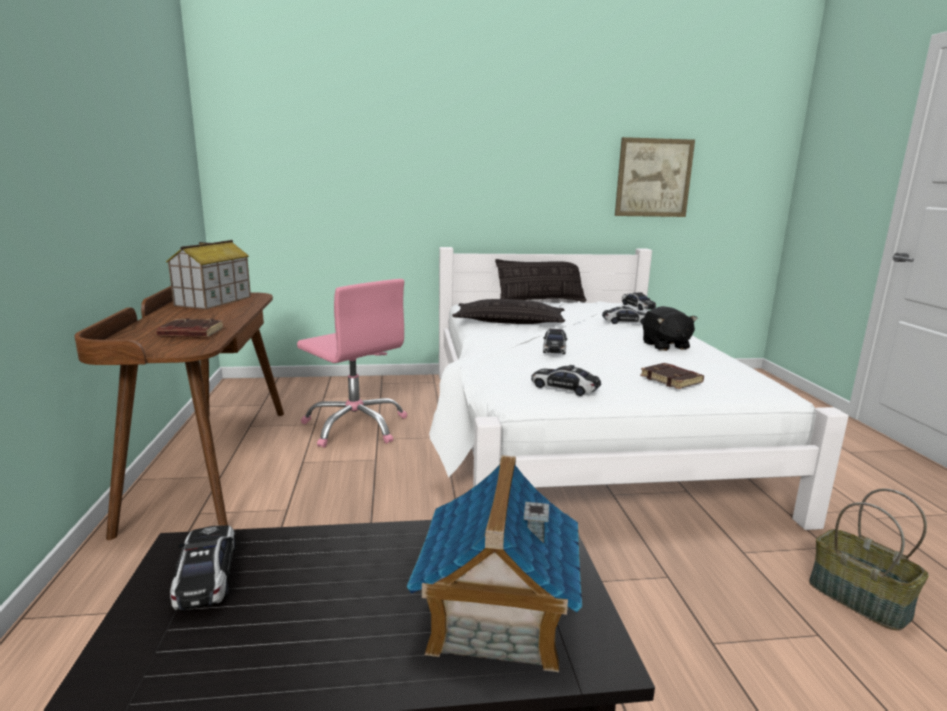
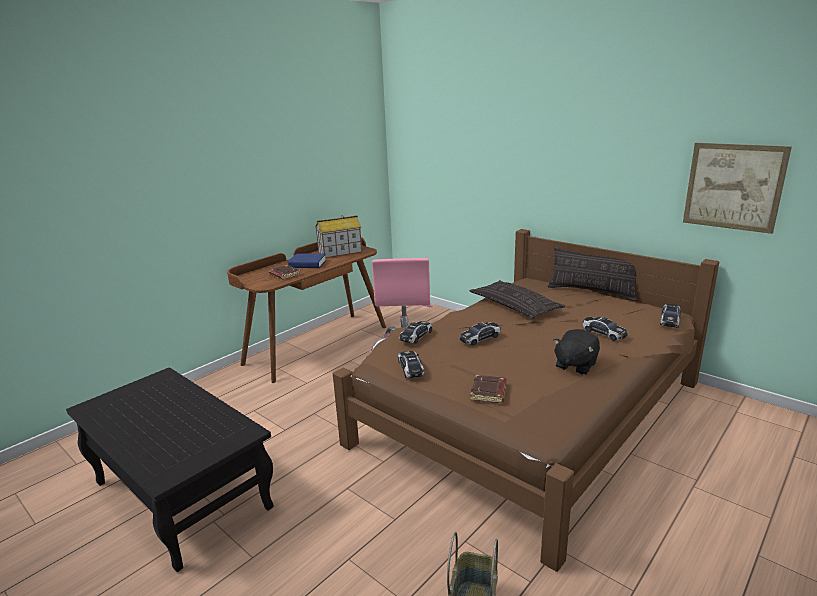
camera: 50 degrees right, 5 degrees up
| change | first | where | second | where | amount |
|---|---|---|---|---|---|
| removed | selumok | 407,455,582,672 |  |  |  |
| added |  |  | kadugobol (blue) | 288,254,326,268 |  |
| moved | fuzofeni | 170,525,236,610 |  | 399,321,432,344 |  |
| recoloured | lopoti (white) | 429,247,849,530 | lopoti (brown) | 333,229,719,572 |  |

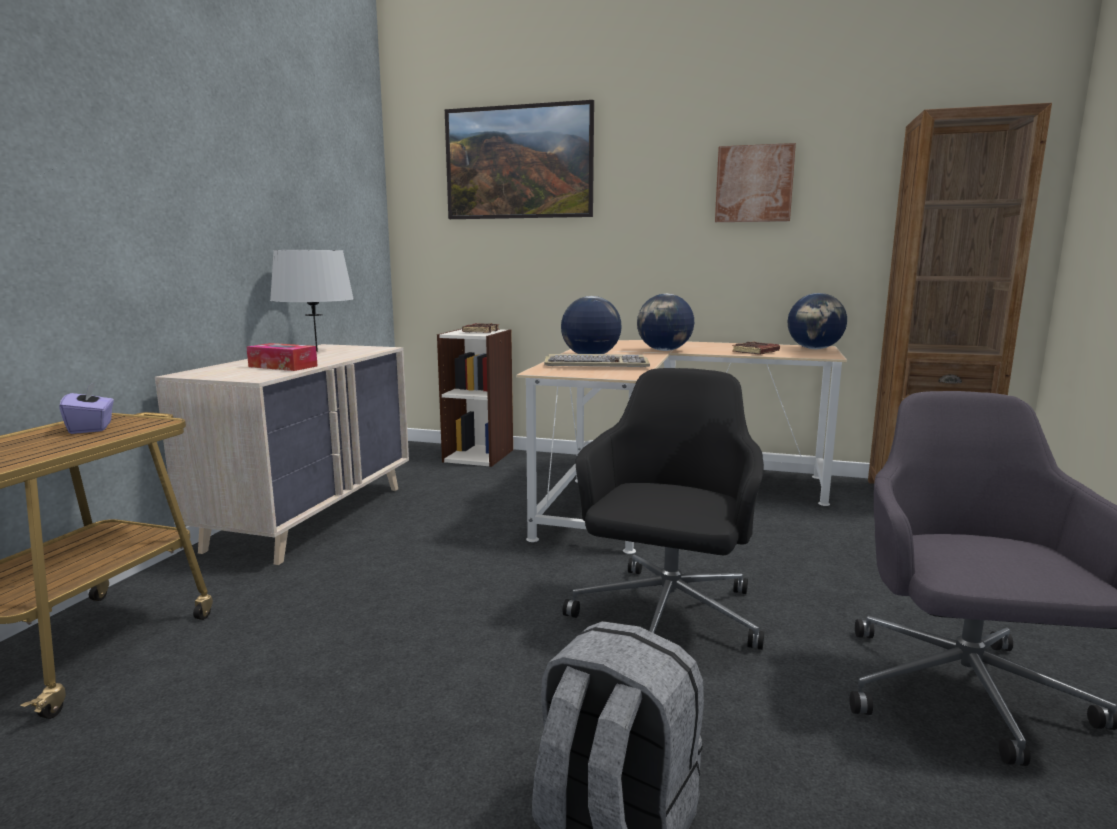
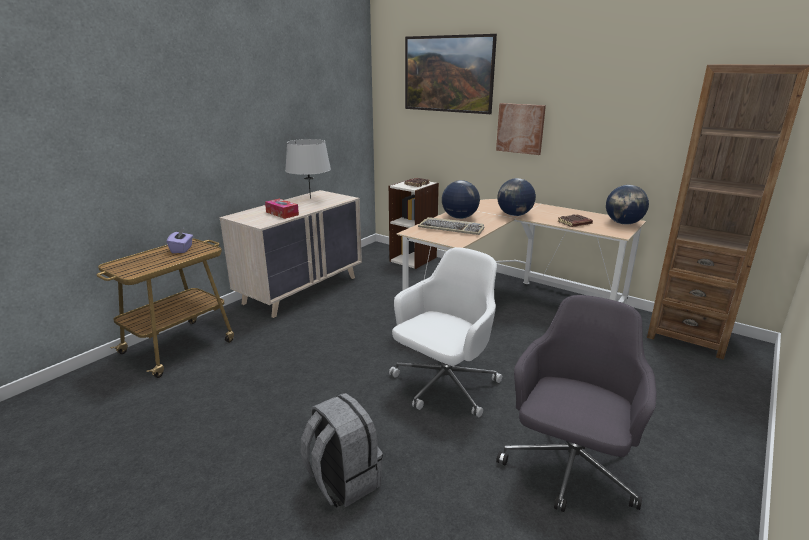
camera: 20 degrees right, 10 degrees up
| change | first | where | second | where | amount |
|---|---|---|---|---|---|
| moved | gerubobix | 715,143,796,222 |  | 496,103,546,155 |  |
| recoloured | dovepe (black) | 563,368,764,650 | dovepe (white) | 389,248,502,417 |  |

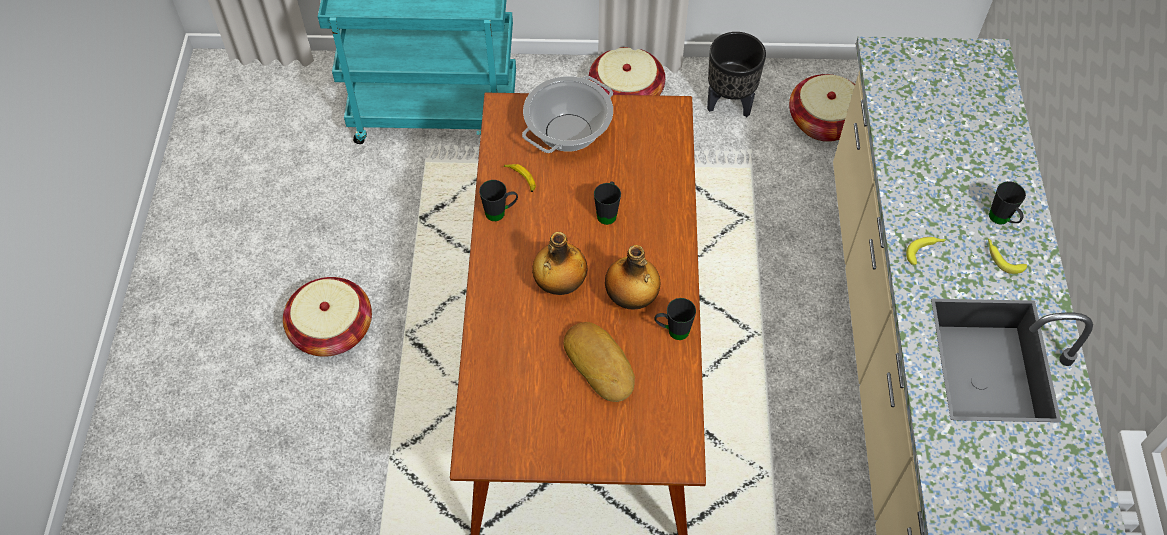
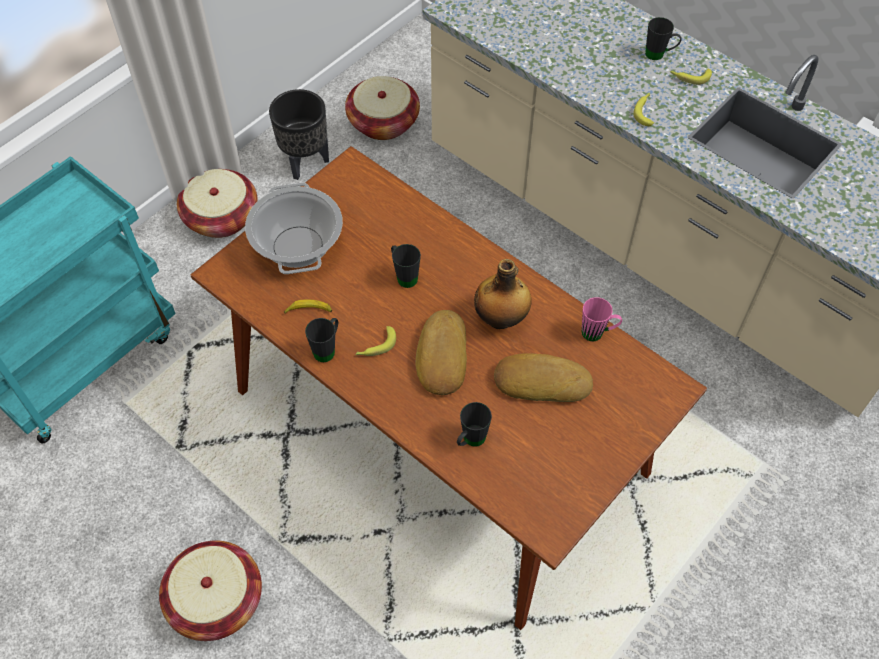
camera: 50 degrees left, 0 degrees up
| change | first | where | second | where | amount |
|---|---|---|---|---|---|
| added |  |  | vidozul | 355,326,396,356 |  |
| added |  |  | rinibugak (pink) | 582,297,622,341 |  |
| moved | rinibugak (black) | 654,298,696,340 |  | 457,402,492,447 |  |
| replaced | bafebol | 532,232,587,295 | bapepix | 416,310,467,395 |  |

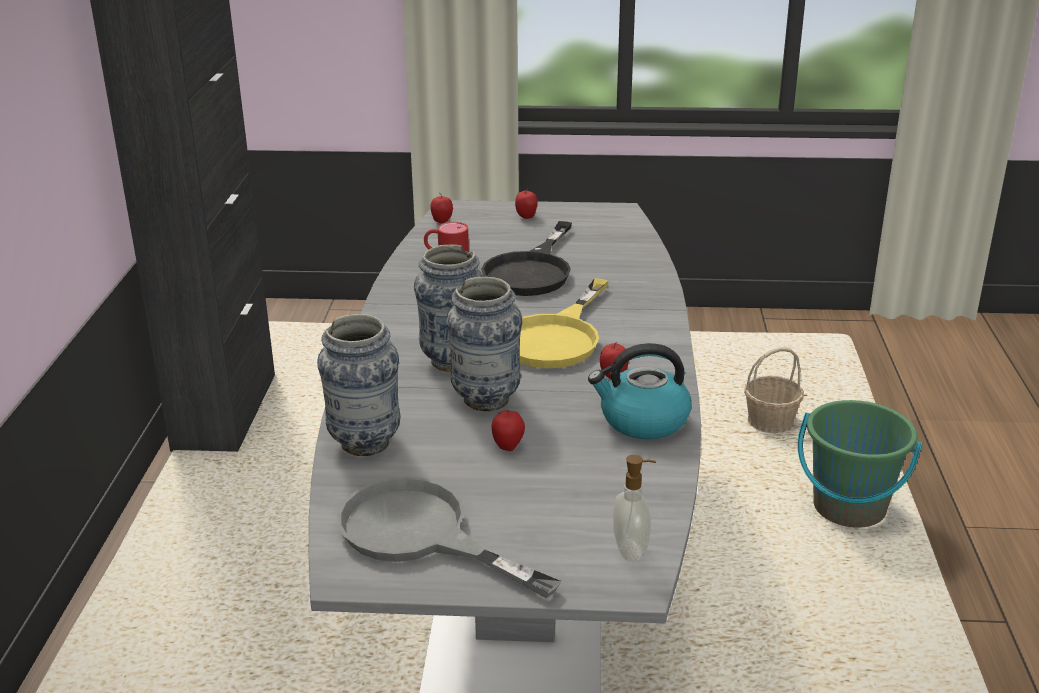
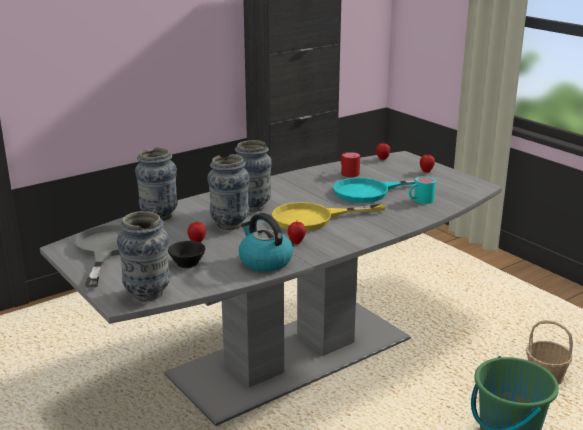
camera: 50 degrees right, 5 degrees down
| change | first | where | second | where | amount |
|---|---|---|---|---|---|
| added |  |  | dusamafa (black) | 168,241,206,268 |  |
| added |  |  | rinibugak (turquoise) | 409,176,436,204 |  |
| replaced | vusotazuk | 613,455,656,562 | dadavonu | 117,211,170,302 |  |
| recoloured | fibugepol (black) | 481,221,572,296 | fibugepol (turquoise) | 333,178,415,203 |  |

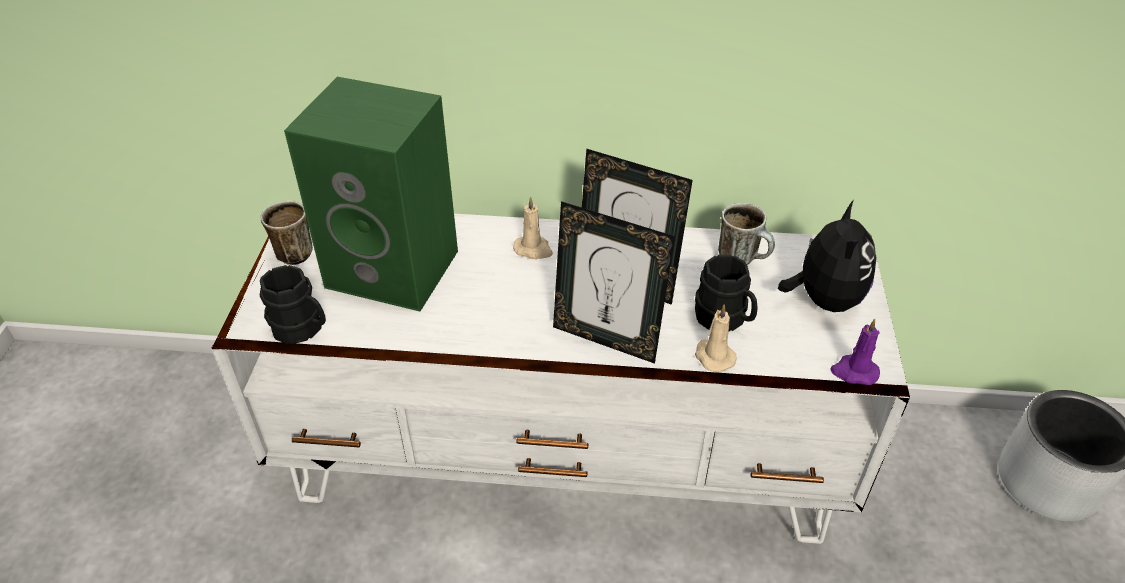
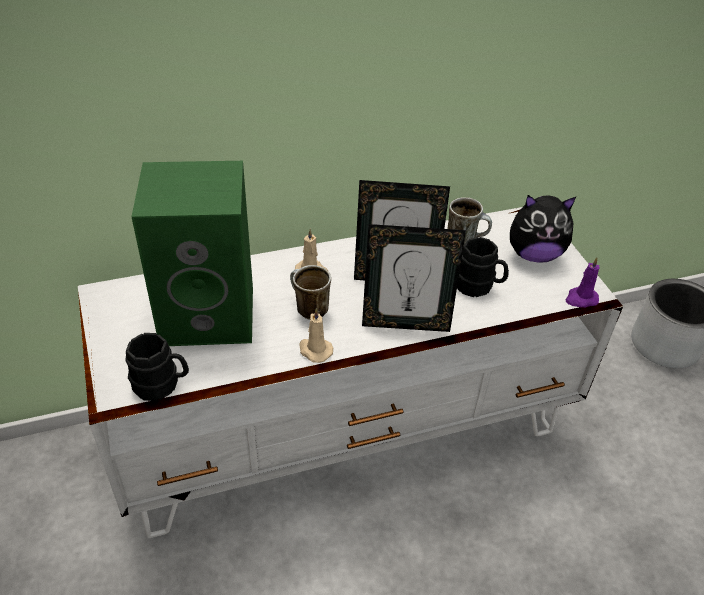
camera: 25 degrees left, 0 degrees up
| change | first | where | second | where | amount |
|---|---|---|---|---|---|
| moved | rinibugak | 260,200,313,265 |  | 290,265,331,320 |  |
| moved | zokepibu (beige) | 695,305,737,372 |  | 299,308,333,363 |  |
| turned | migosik | 778,200,877,312 |  | 510,195,576,263 | 105 degrees clockwise |

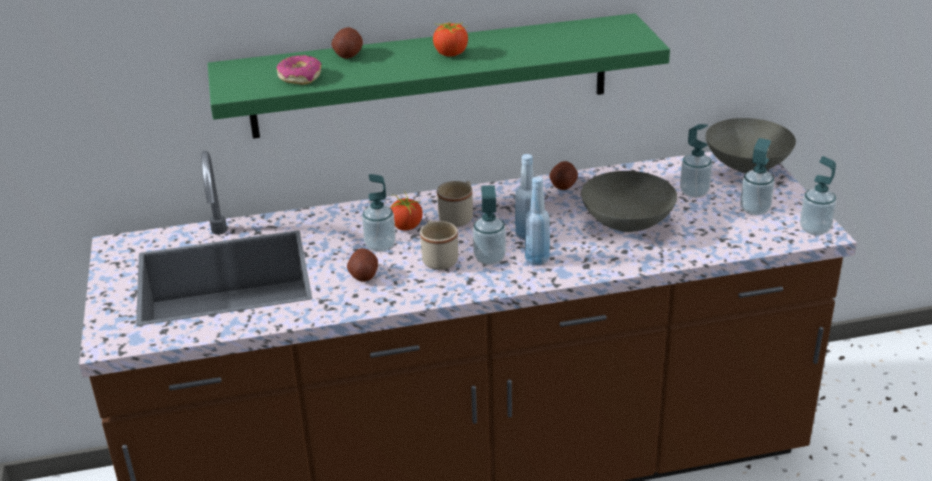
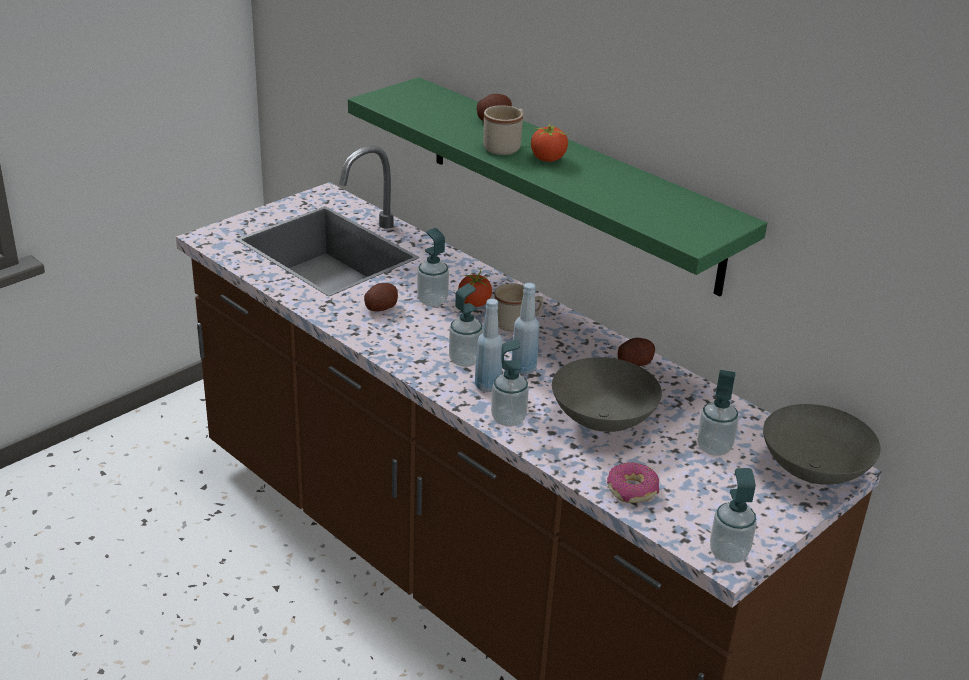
camera: 55 degrees right, 0 degrees up
| change | first | where | second | where | amount |
|---|---|---|---|---|---|
| moved | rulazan | 277,55,321,85 |  | 607,462,659,503 |  |
| moved | rinibugak (beige) | 420,220,458,270 |  | 483,105,524,155 |  |
| moved | vusotazuk | 740,138,775,215 |  | 491,340,529,427 |  |

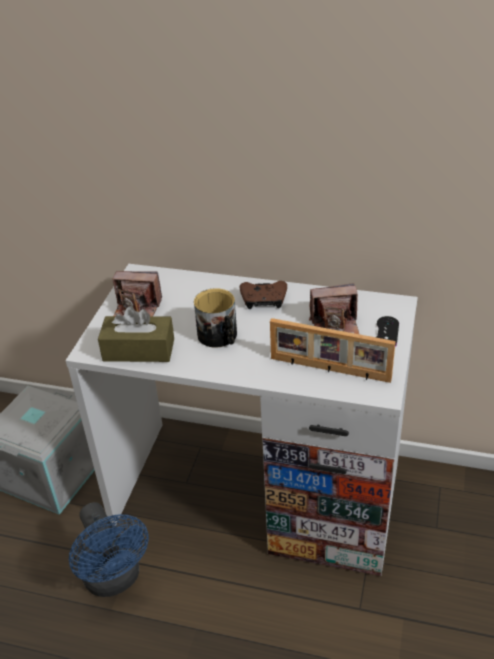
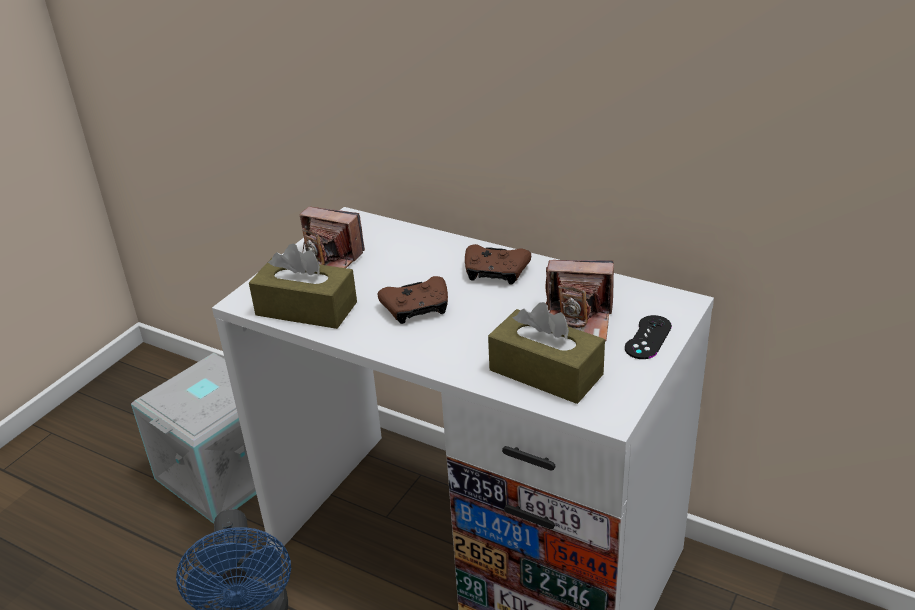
camera: 15 degrees right, 5 degrees down
| change | first | where | second | where | amount |
|---|---|---|---|---|---|
| replaced | rinibugak | 194,288,237,348 | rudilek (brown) | 377,276,448,324 |  |
| replaced | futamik | 270,318,396,383 | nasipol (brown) | 488,302,605,404 |  |

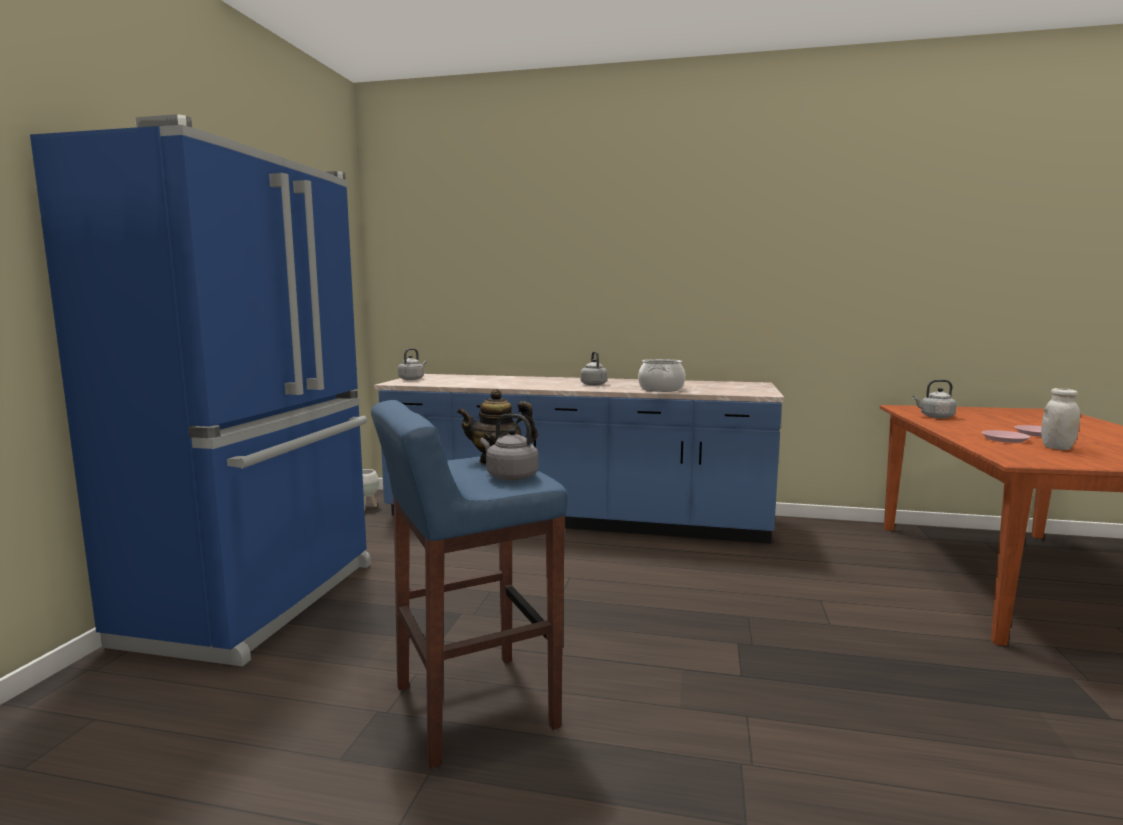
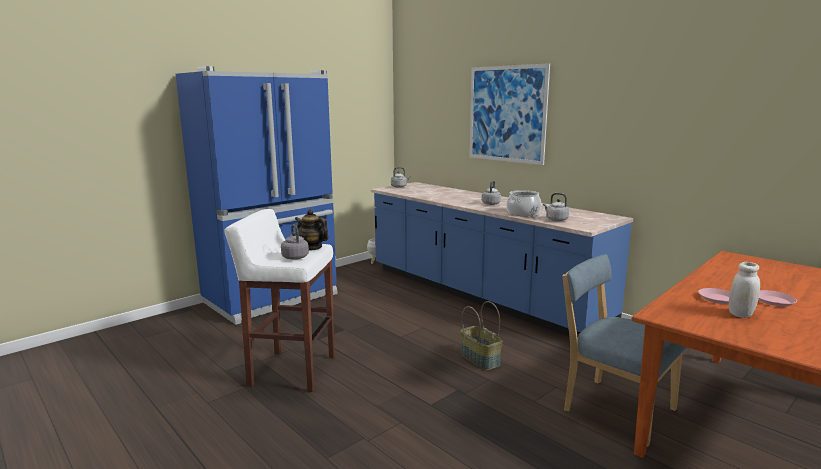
camera: 35 degrees right, 5 degrees up
| change | first | where | second | where | amount |
|---|---|---|---|---|---|
| added |  |  | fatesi | 460,301,503,370 |  |
| added |  |  | gerubobix | 469,63,550,165 |  |
| added |  |  | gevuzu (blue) | 562,254,687,447 |  |
| moved | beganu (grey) | 913,379,957,418 |  | 543,193,569,221 |  |
| recoloured | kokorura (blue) | 371,400,568,769 | kokorura (white) | 224,209,335,392 |  |

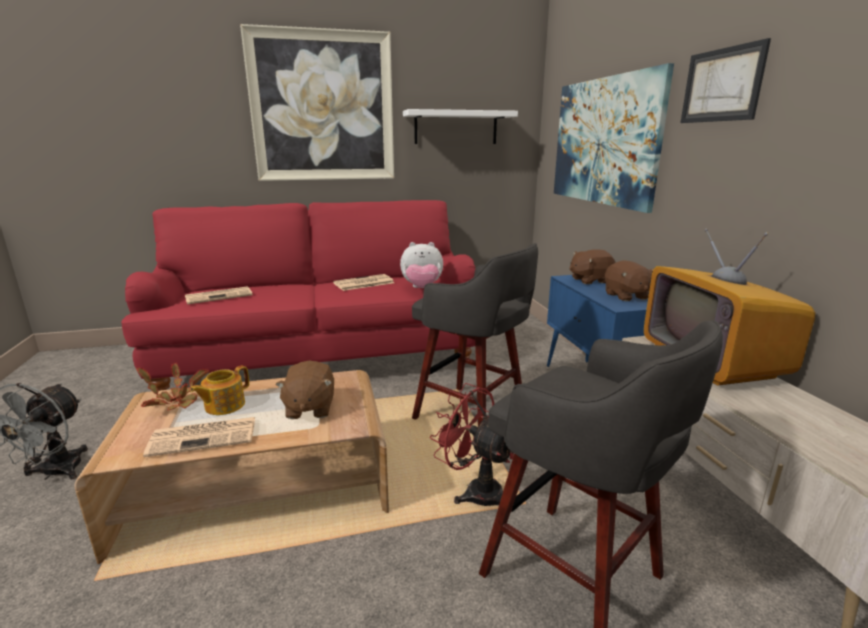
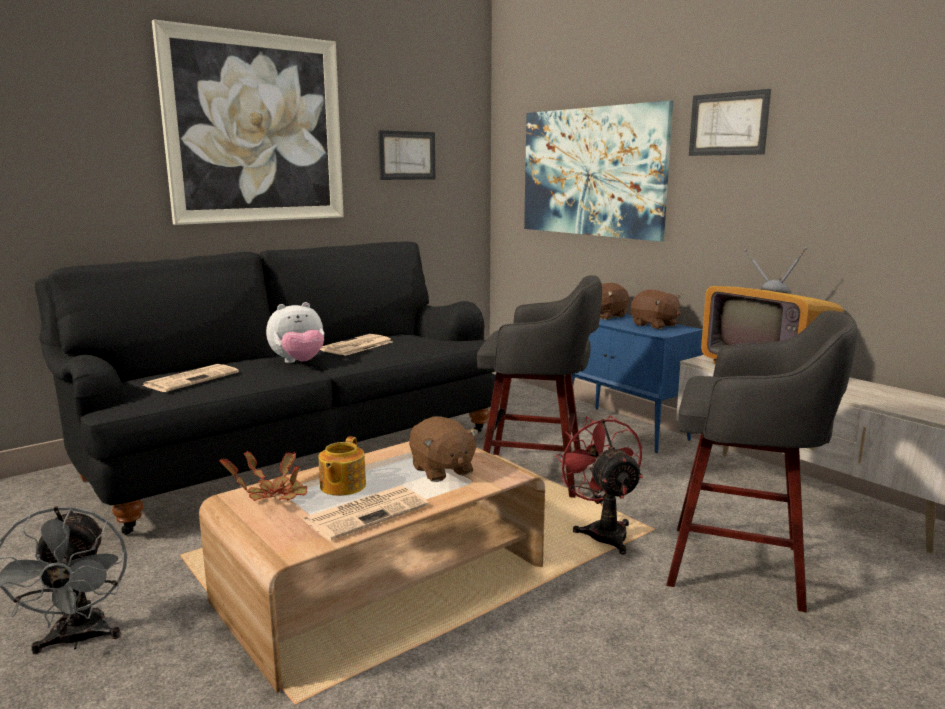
camera: 25 degrees left, 5 degrees down
| change | first | where | second | where | amount |
|---|---|---|---|---|---|
| moved | migosik | 400,242,443,288 |  | 266,302,324,363 |  |
| replaced | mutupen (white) | 403,109,518,144 | gerubobix | 378,130,436,180 |  |
| recoloured | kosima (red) | 121,200,476,391 | kosima (black) | 35,241,496,535 |  |
| turned | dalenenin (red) | 430,383,514,506 |  | 555,415,643,555 | 60 degrees clockwise |

